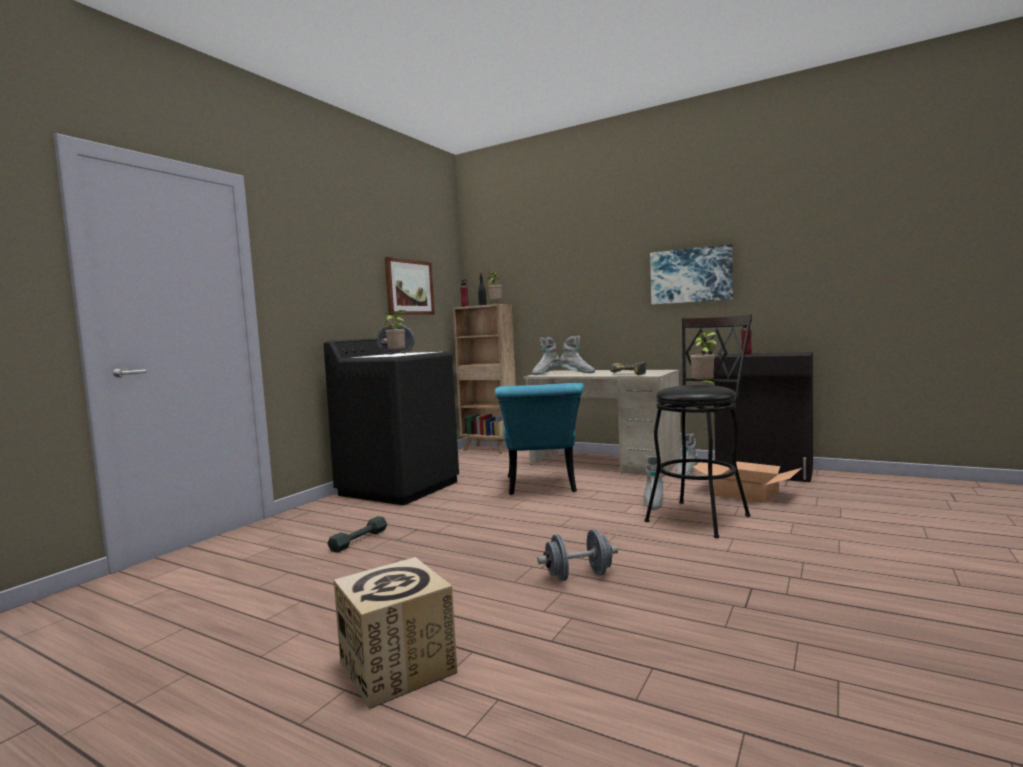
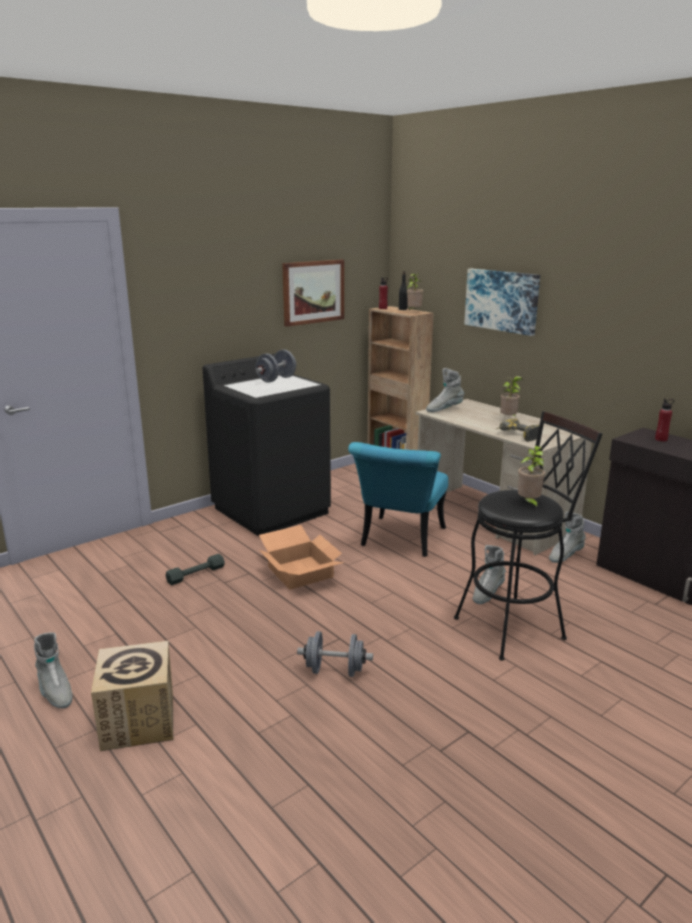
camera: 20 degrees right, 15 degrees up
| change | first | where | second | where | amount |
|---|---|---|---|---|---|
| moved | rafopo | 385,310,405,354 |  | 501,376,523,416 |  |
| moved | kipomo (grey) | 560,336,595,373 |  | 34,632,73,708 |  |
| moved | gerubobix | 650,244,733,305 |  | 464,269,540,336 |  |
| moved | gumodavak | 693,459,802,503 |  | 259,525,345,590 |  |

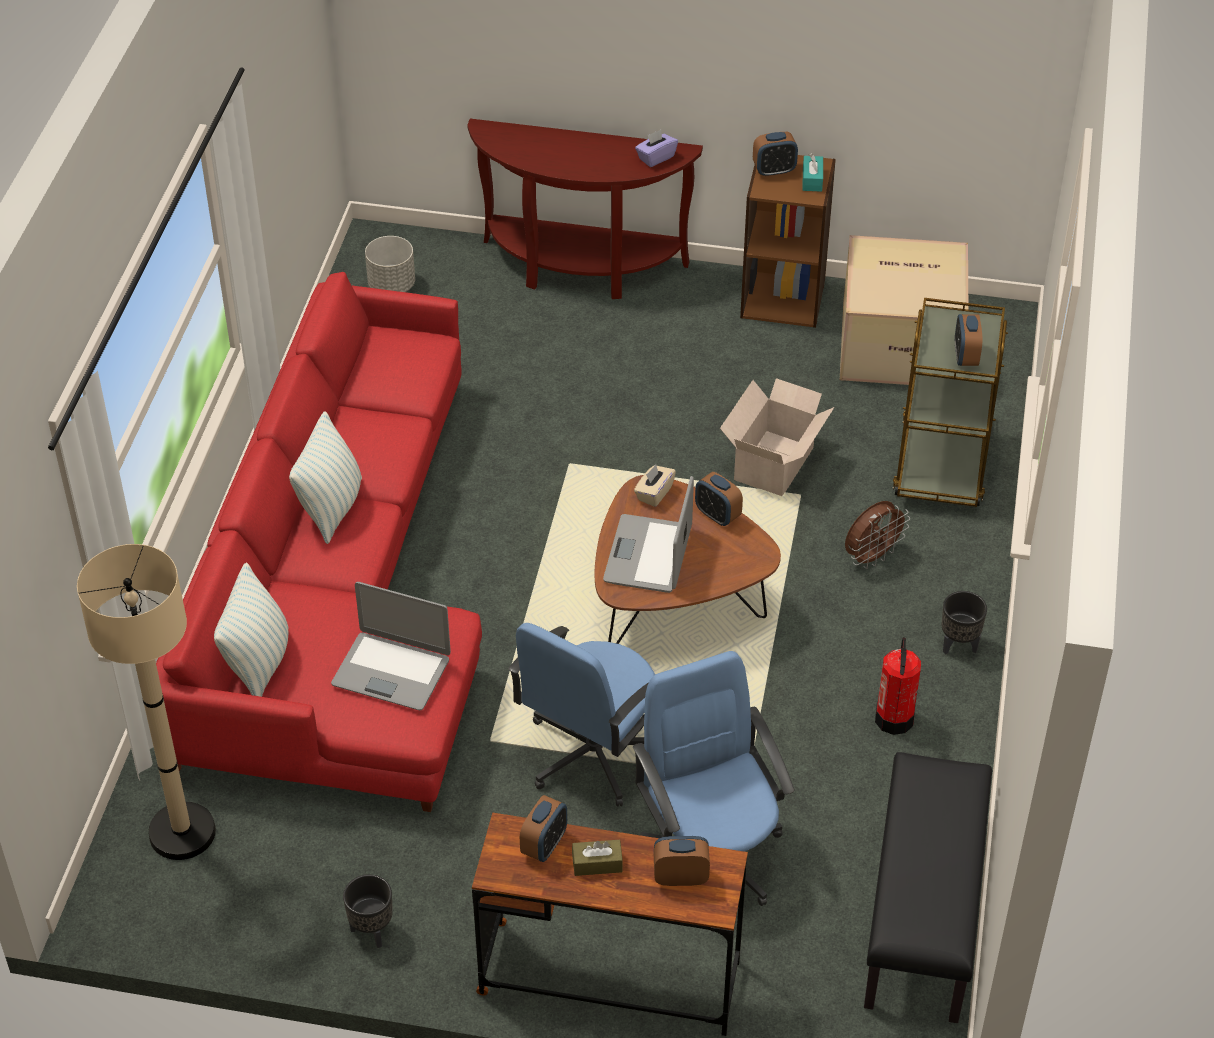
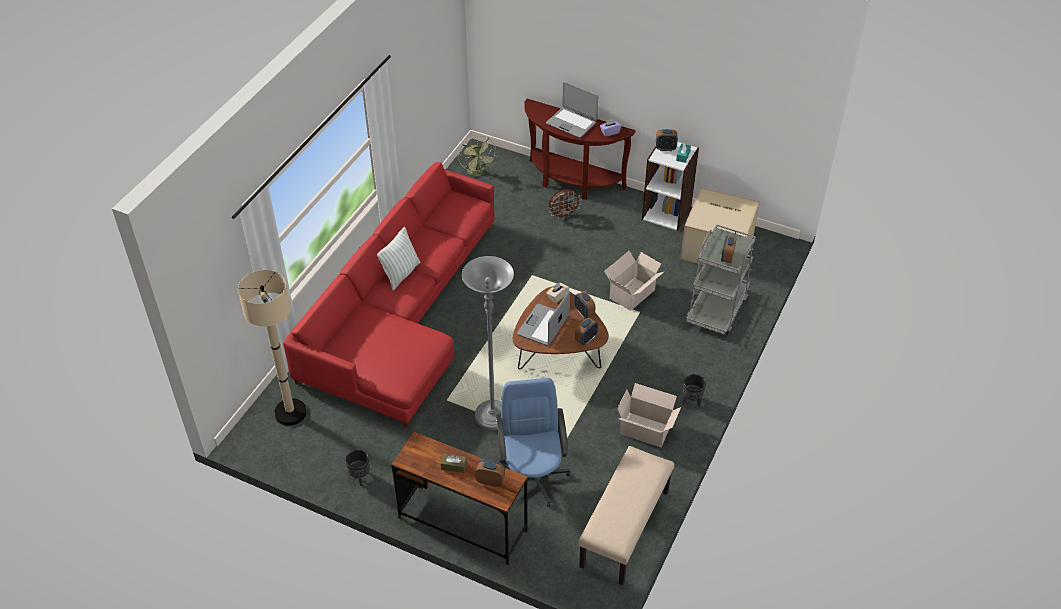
camera: 15 degrees right, 0 degrees up
| change | first | where | second | where | amount |
|---|---|---|---|---|---|
| removed | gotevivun | 214,562,288,697 |  |  |  |
| moved | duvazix | 331,582,451,710 |  | 546,82,598,138 |  |
| moved | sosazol | 520,795,567,862 |  | 575,317,598,345 |  |
| moved | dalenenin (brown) | 845,501,910,569 |  | 549,189,581,219 |  |
| replaced | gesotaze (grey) | 365,236,415,292 | dalenenin (green) | 458,136,497,177 |  |
| replaced | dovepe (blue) | 509,623,655,807 | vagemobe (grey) | 462,256,514,430 |  |
| replaced | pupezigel | 875,637,921,735 | gumodavak | 617,383,681,447 |  |
| recoloured | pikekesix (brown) | 740,155,836,328 | pikekesix (white) | 642,142,699,231 |  |
| recoloured | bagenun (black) | 864,752,992,1023 | bagenun (beige) | 578,446,674,585 |  |
| recoloured | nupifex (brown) | 893,298,1008,507 | nupifex (grey) | 686,224,756,335 |  |

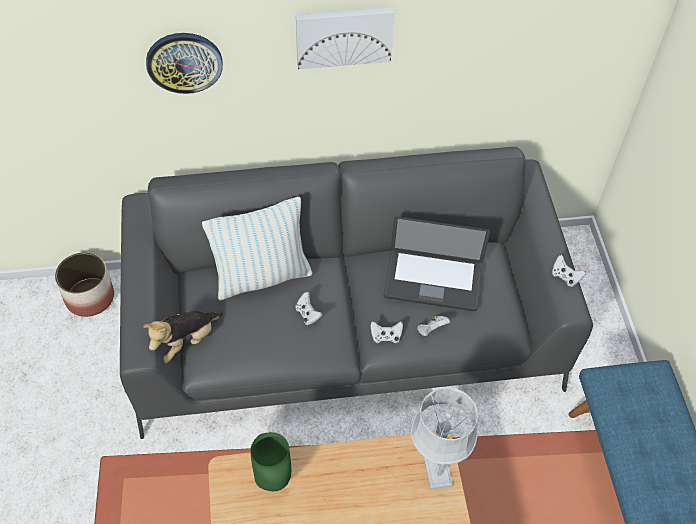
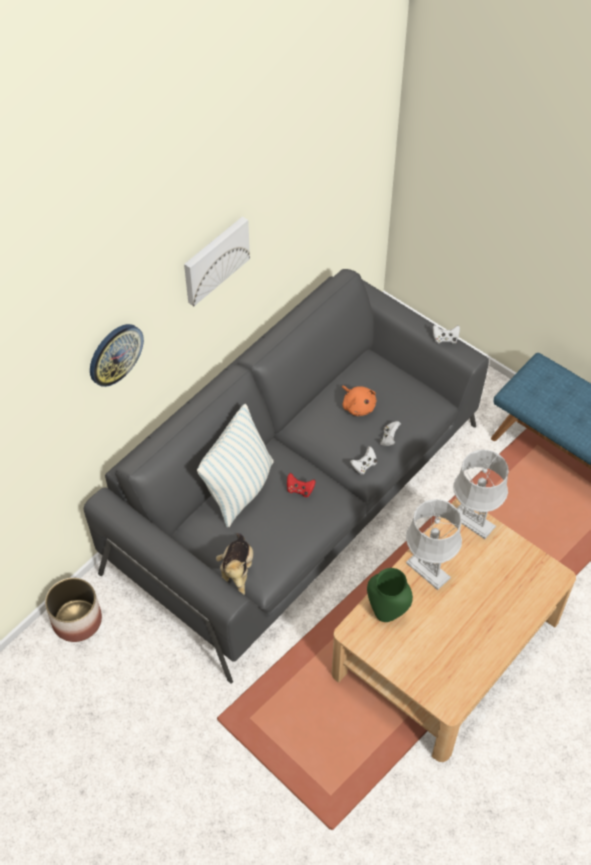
camera: 40 degrees left, 0 degrees up
| change | first | where | second | where | amount |
|---|---|---|---|---|---|
| added |  |  | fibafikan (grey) | 406,499,462,590 |  |
| replaced | duvazix | 384,216,490,311 | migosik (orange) | 342,385,376,416 |  |
| recoloured | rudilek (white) | 295,292,323,325 | rudilek (red) | 287,473,316,497 |  |

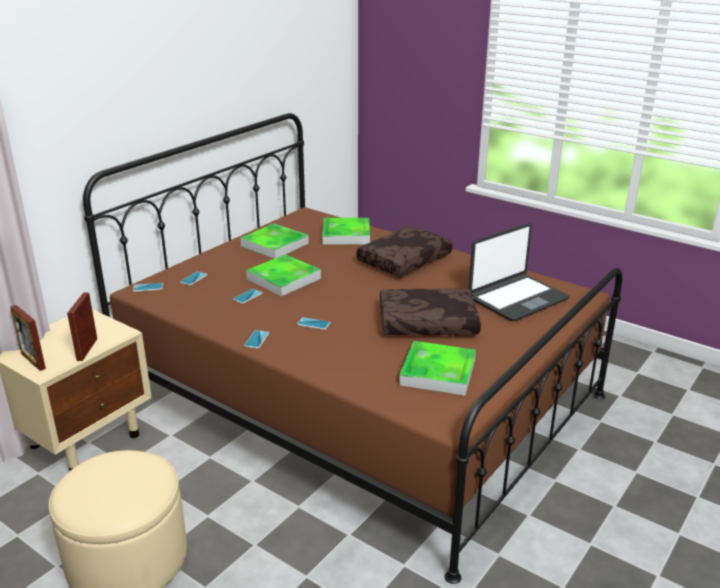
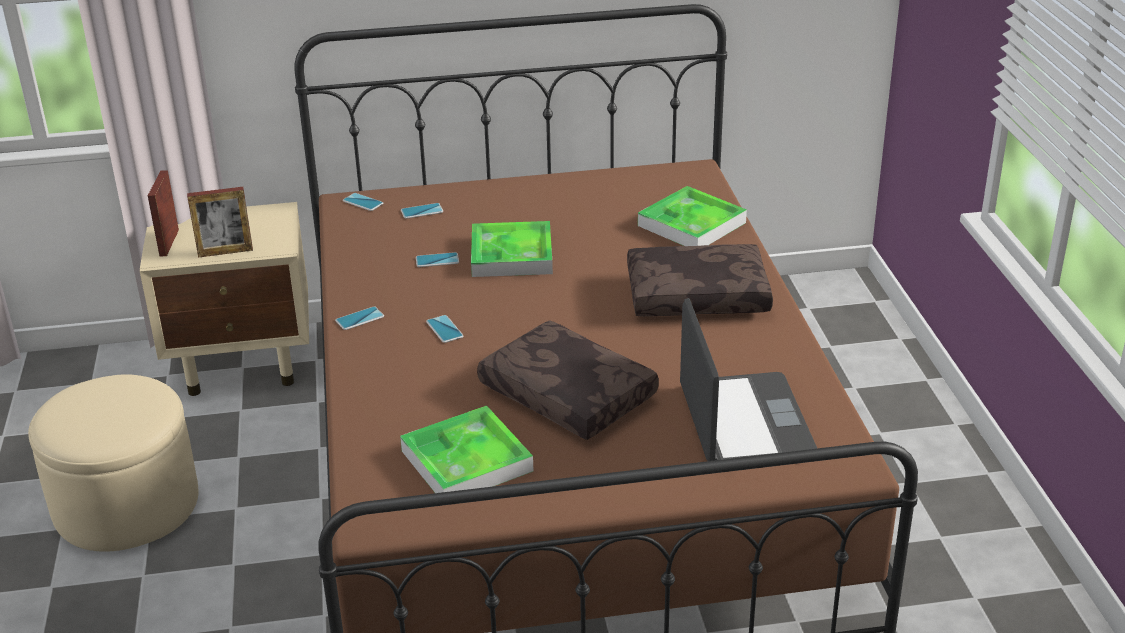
camera: 45 degrees right, 5 degrees up
| change | first | where | second | where | amount |
|---|---|---|---|---|---|
| removed | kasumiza | 240,224,309,259 |  |  |  |
| turned | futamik | 67,293,97,361 |  | 187,187,253,258 | 150 degrees counterclockwise |
| turned | duvazix | 469,223,569,321 |  | 680,298,817,461 | 105 degrees counterclockwise |

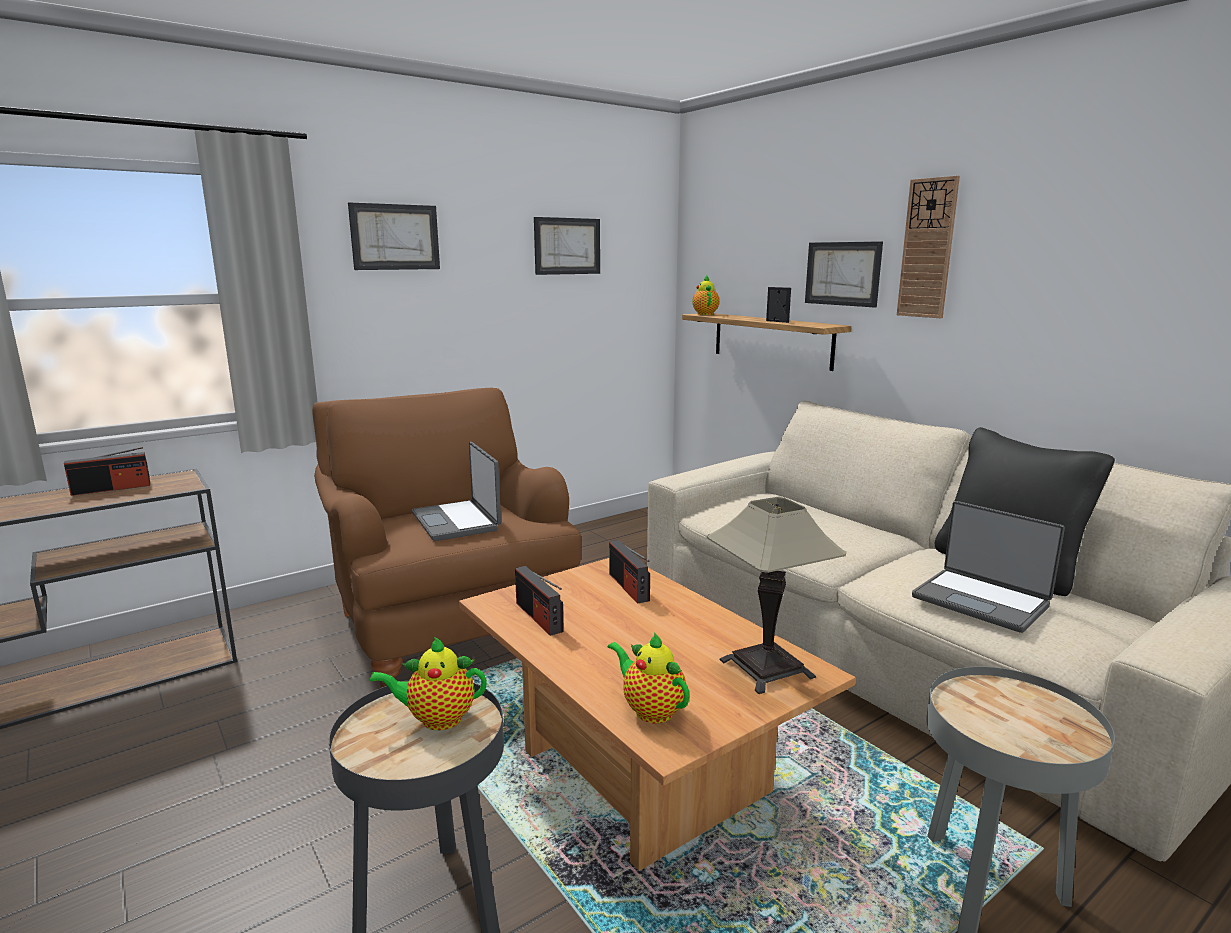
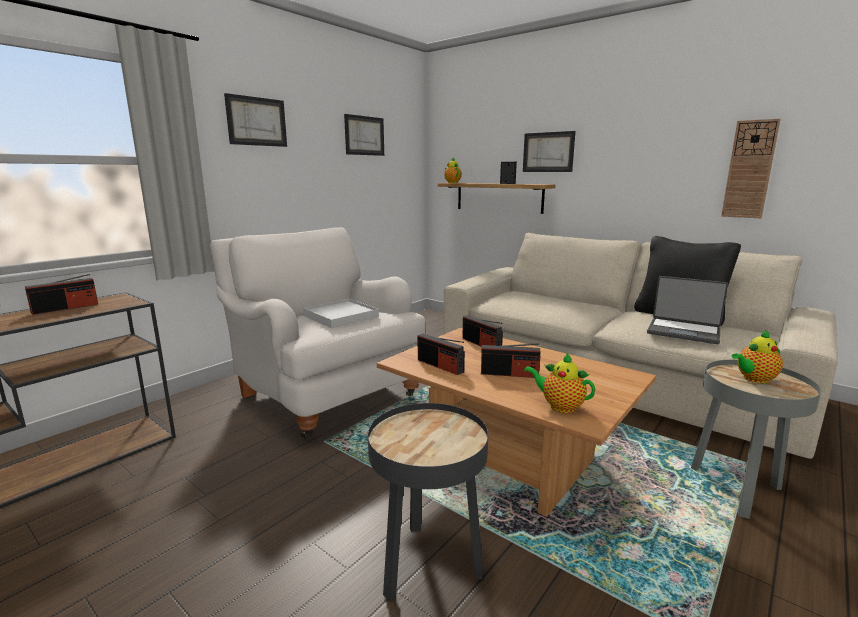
camera: 15 degrees left, 0 degrees up
| change | first | where | second | where | amount |
|---|---|---|---|---|---|
| removed | fibafikan | 707,497,846,694 |  |  |  |
| added |  |  | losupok | 481,343,540,378 |  |
| moved | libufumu | 369,637,487,730 |  | 732,329,783,384 |  |
| moved | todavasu | 897,176,960,318 |  | 721,119,781,218 |  |
| replaced | duvazix | 412,442,501,541 | kasumiza (white) | 303,299,379,328 |  |
| recoloured | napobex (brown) | 312,387,581,688 | napobex (white) | 210,227,425,439 |  |

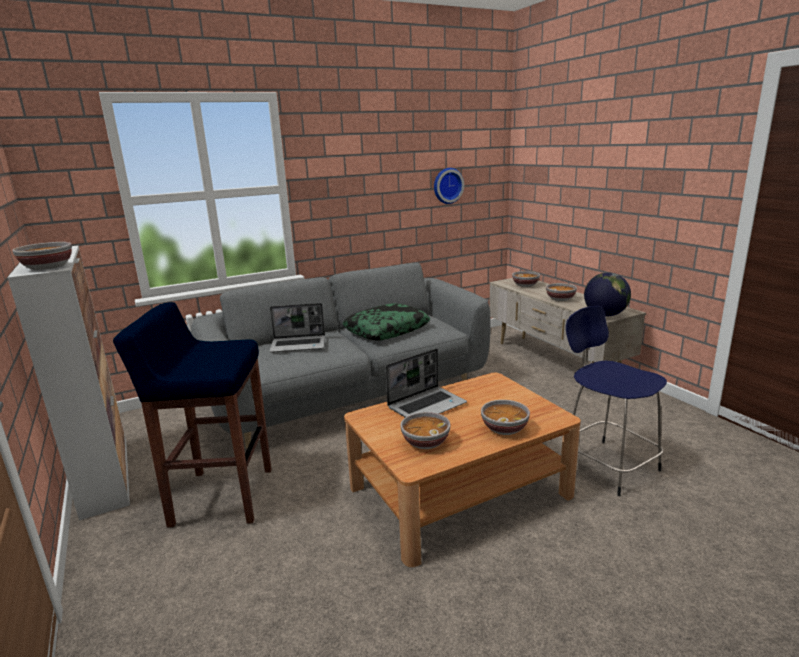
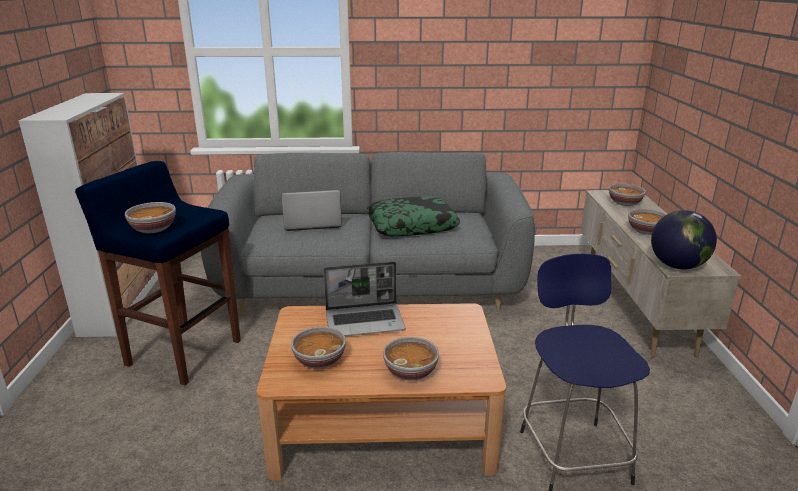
camera: 25 degrees right, 5 degrees up
| change | first | where | second | where | amount |
|---|---|---|---|---|---|
| removed | todavasu | 434,168,464,204 |  |  |  |
| moved | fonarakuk | 12,242,72,270 |  | 125,202,176,233 |  |
| turned | duvazix | 269,303,325,352 |  | 281,190,342,231 | 150 degrees clockwise |

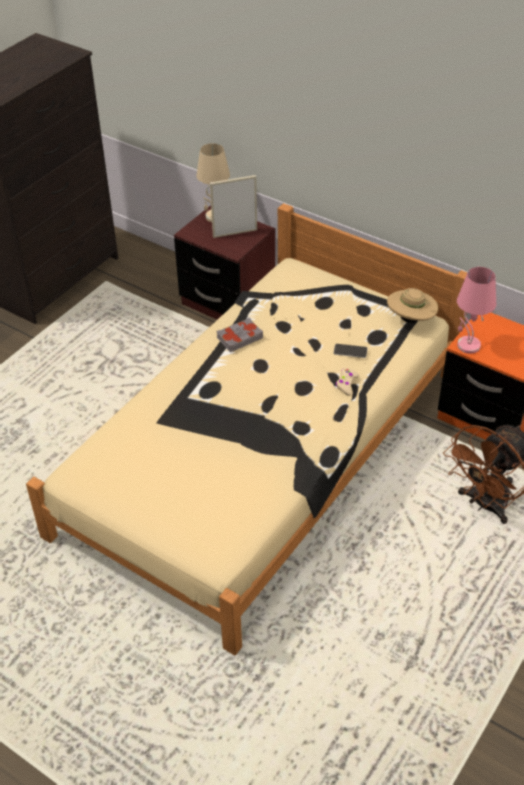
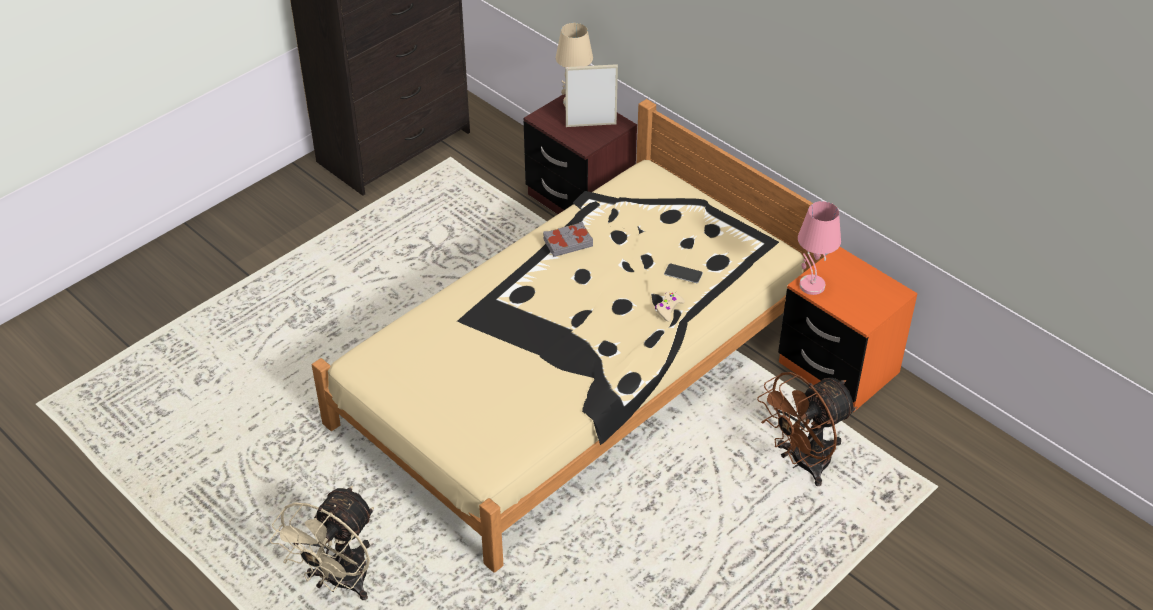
camera: 10 degrees right, 0 degrees up
| change | first | where | second | where | amount |
|---|---|---|---|---|---|
| removed | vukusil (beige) | 387,288,438,323 |  |  |  |
| added |  |  | dalenenin (beige) | 270,486,374,600 |  |

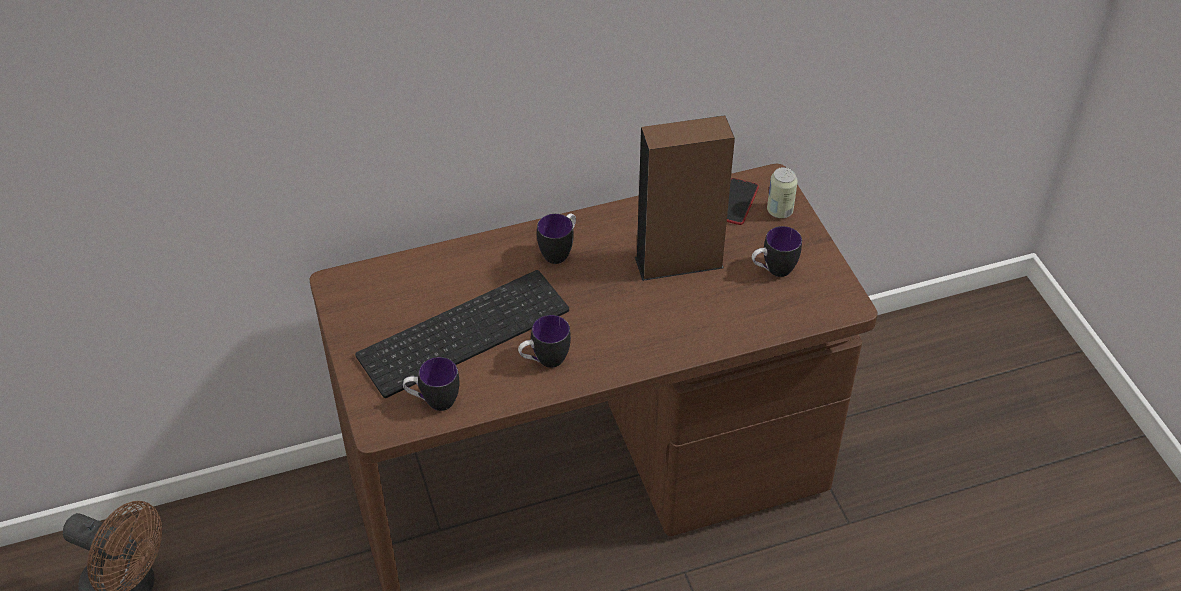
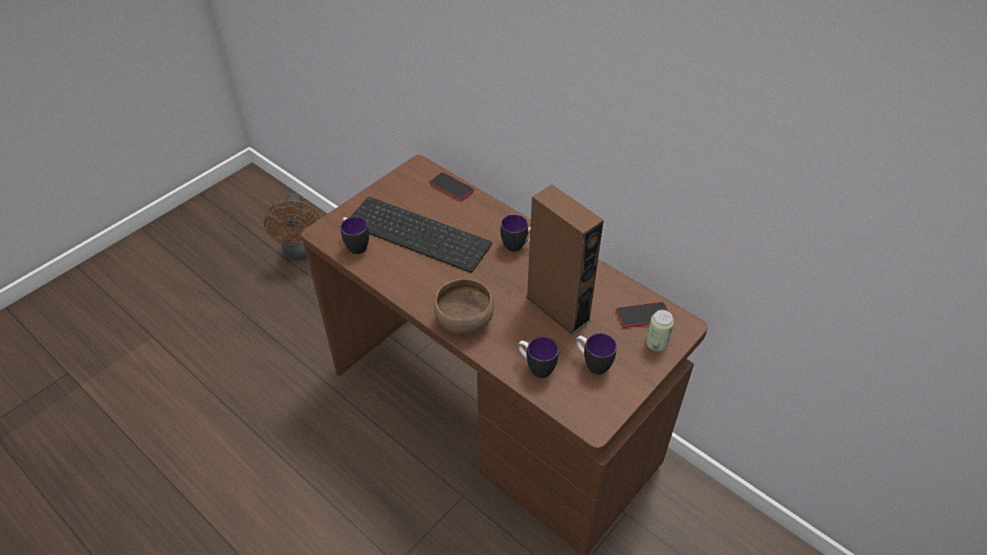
camera: 60 degrees right, 0 degrees up
| change | first | where | second | where | amount |
|---|---|---|---|---|---|
| added |  |  | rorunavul | 429,172,474,201 |  |
| added |  |  | fonarakuk (brown) | 434,279,494,334 |  |
| moved | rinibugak | 518,315,571,368 |  | 518,337,558,378 |  |

